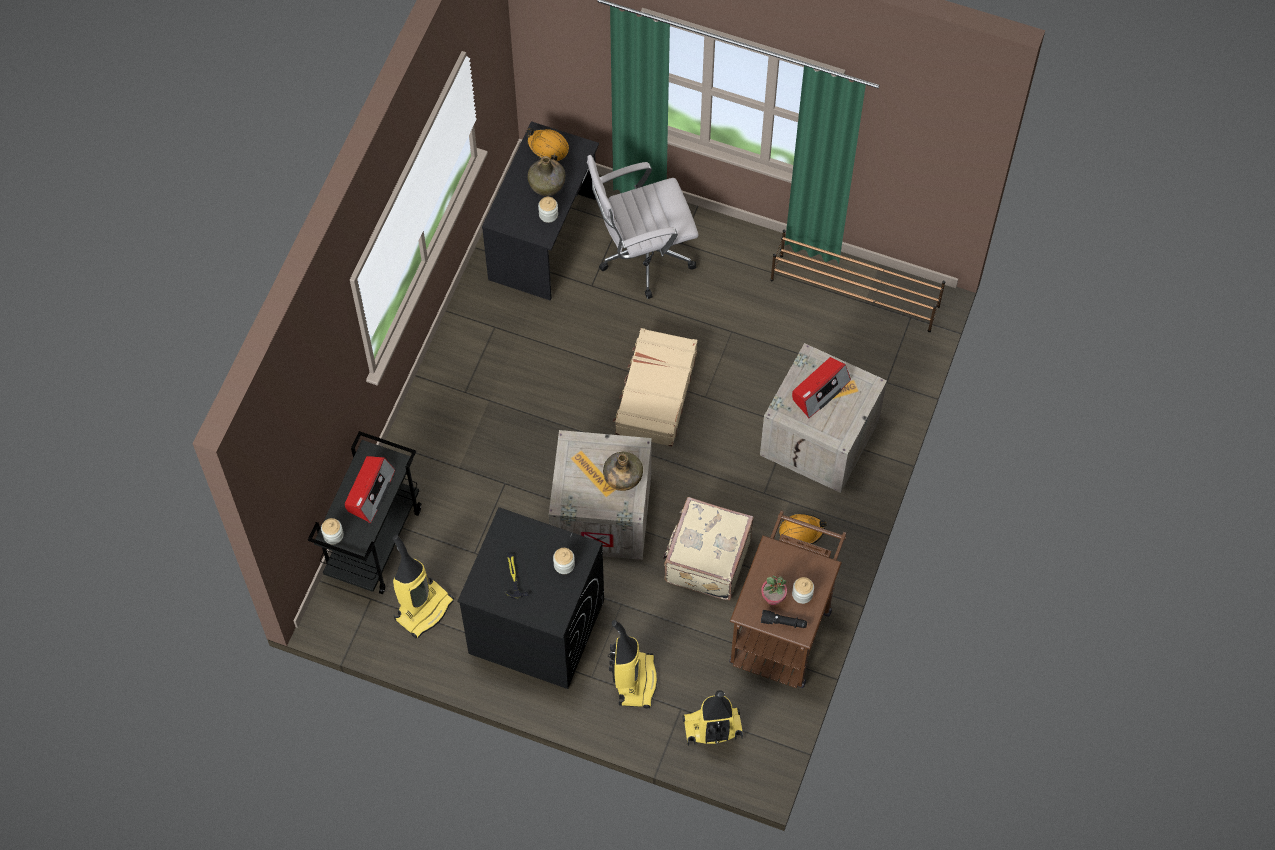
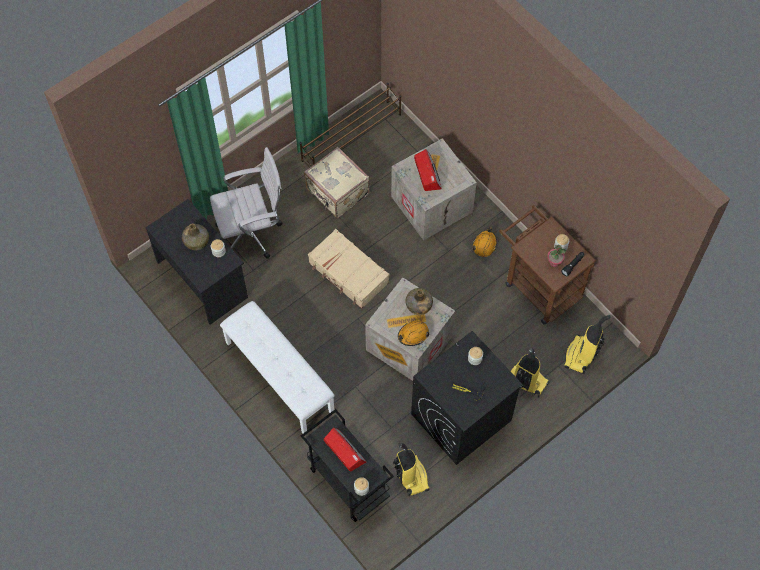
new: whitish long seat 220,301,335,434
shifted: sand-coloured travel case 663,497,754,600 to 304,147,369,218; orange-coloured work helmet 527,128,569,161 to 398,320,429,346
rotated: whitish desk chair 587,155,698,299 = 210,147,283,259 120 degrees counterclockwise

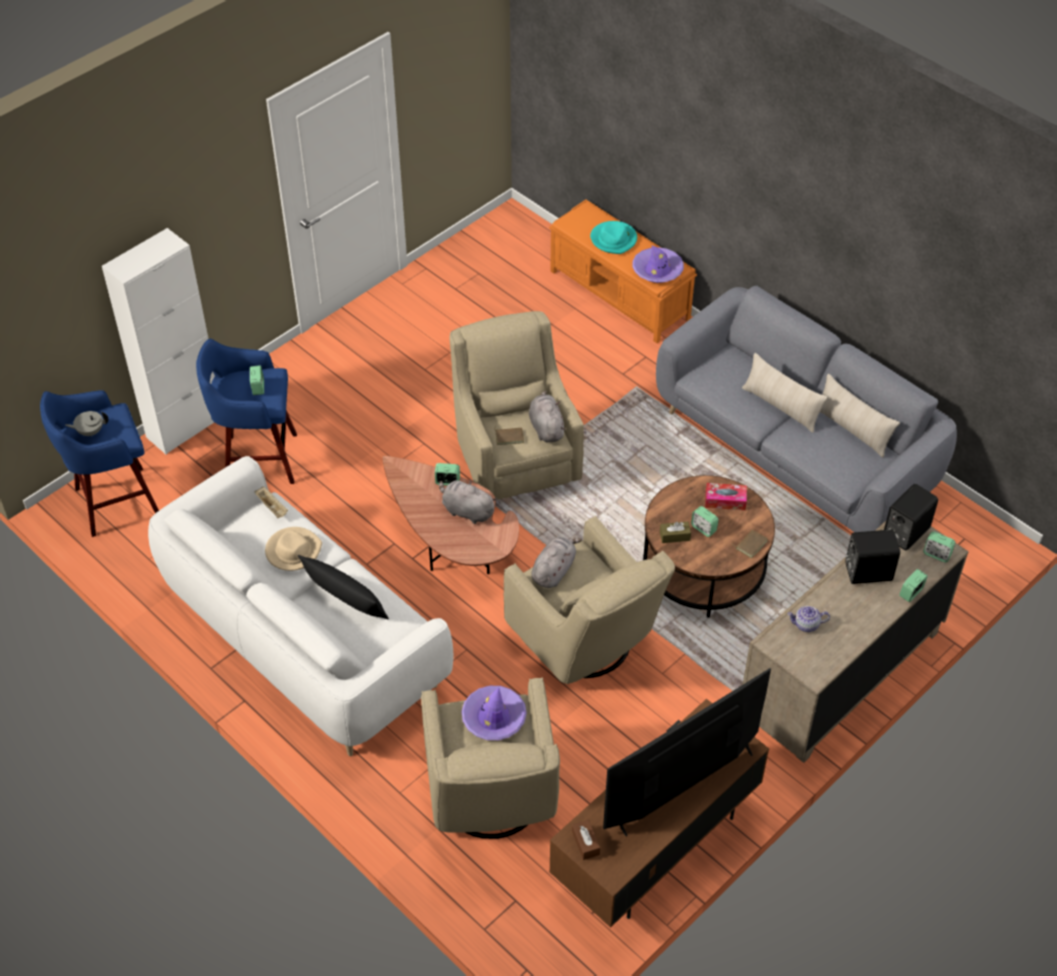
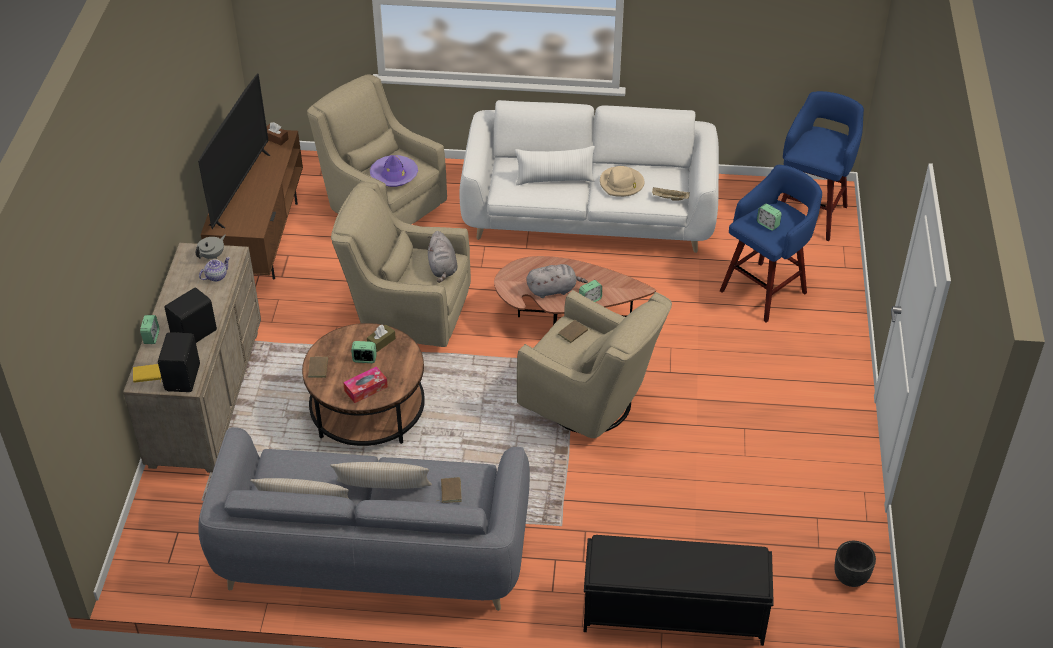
gone: whitish cupboard 102,228,215,455; gray soft toy 529,391,566,442; turquoise-coloured wearable hat 590,221,637,254; purple wearable hat 632,246,684,283
new: brown volume 441,477,462,503; black-coloured planter 834,541,876,587
shifted: gray pot for tea 65,411,108,437 to 196,235,225,259
swapped: alarm clock 923,531,955,562 to yellowish volume 133,364,162,383
repainted: black-coloured pillow 298,555,389,619 to whitish pillow 515,146,595,185; orange-coloured long seat 549,199,697,343 to black-coloured long seat 584,535,774,646

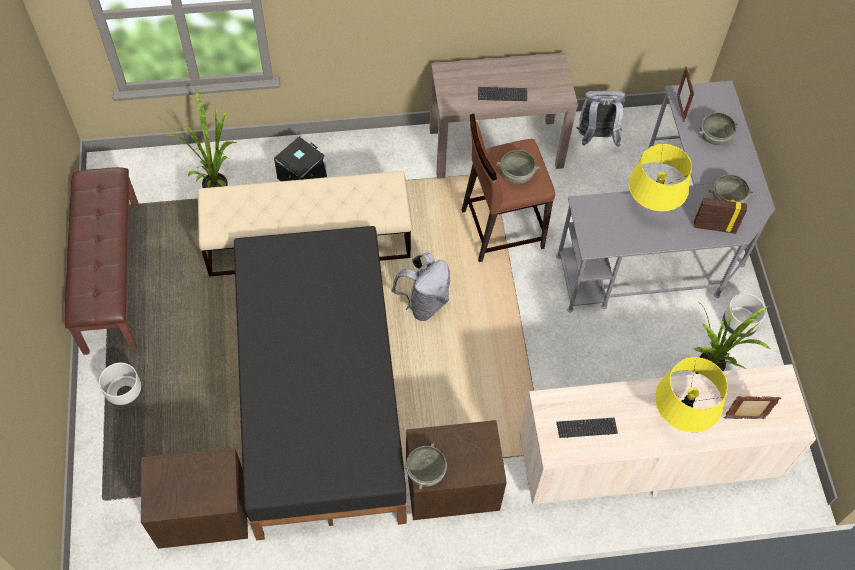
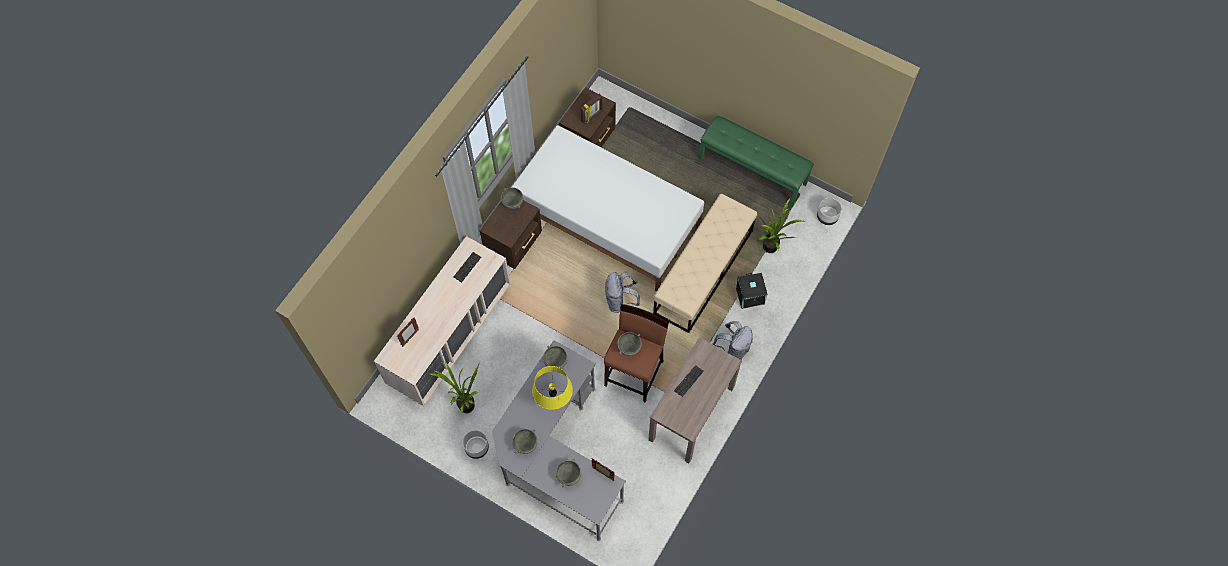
gone: yellowish table lamp 655,357,728,432
new: gray bowl 543,346,568,370
shifted: photo frame 693,198,747,234 to 581,93,603,124; gray rucksack 577,90,625,147 to 713,321,753,360; gray planter 99,363,143,408 to 817,198,842,225
repainted: black-coloured bedroom bed 234,226,407,540 to whitish bedroom bed 511,125,704,291; brown long seat 65,167,139,355 to green-coloured long seat 699,116,814,207

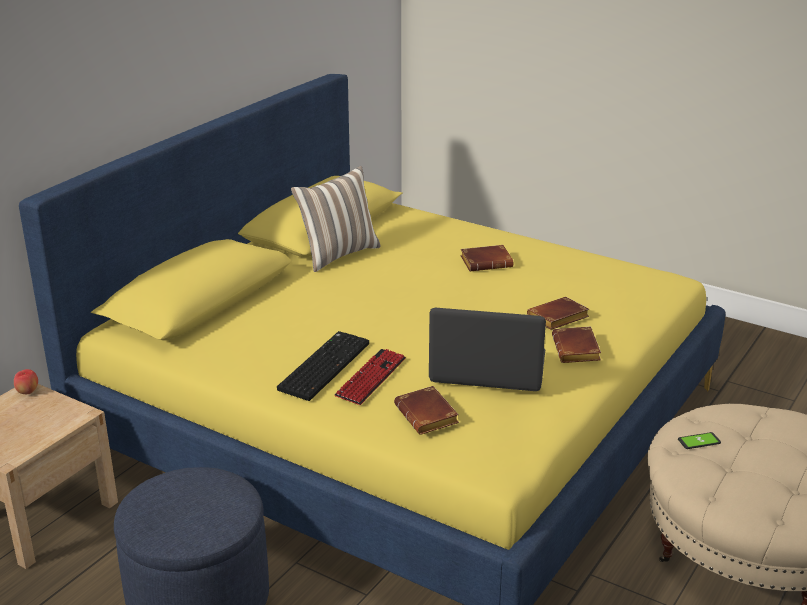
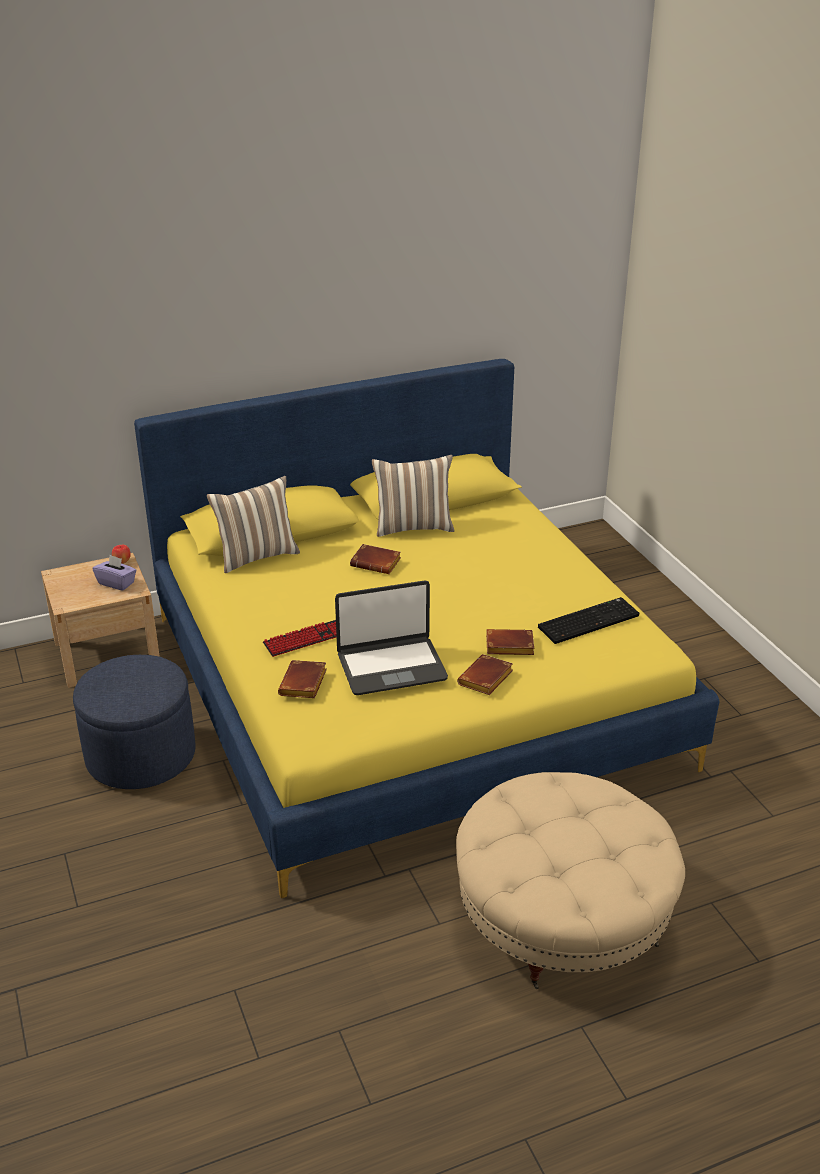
gone: phone 678,432,721,449
new: purple tissue box 92,555,137,591; pillow 207,476,300,573
shifted: brown volume 461,245,513,271 to 350,544,401,574; PC keyboard 277,331,369,401 to 538,597,639,644
rotated: laptop 429,308,546,391 = 335,580,448,695 120 degrees clockwise

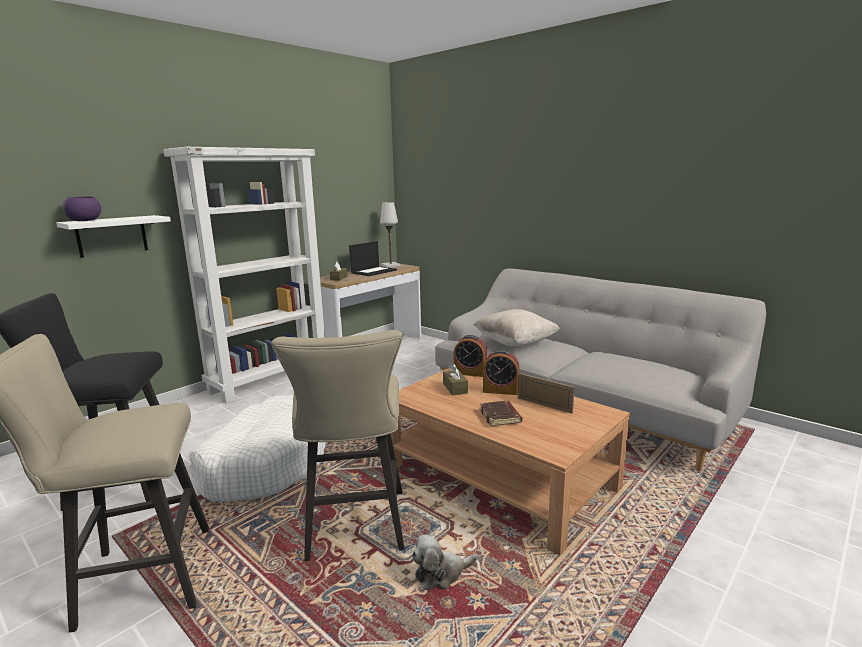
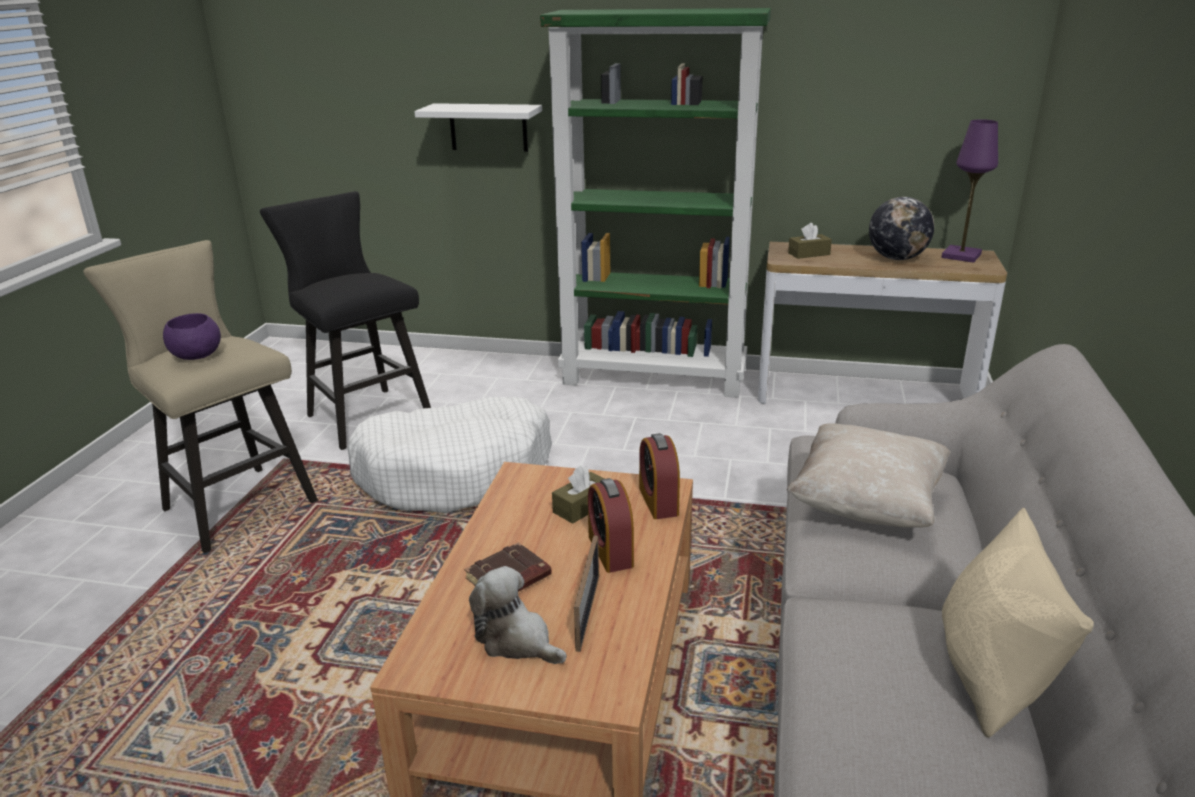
gone: sand-coloured stool 271,330,404,561
new: sand-coloured pillow 942,508,1094,738
shifted: purple bowl 63,197,101,221 to 163,313,221,360; soft toy 412,535,477,590 to 469,566,567,664
swapped: laptop 349,241,397,276 to world globe 869,197,934,260
repainted: whitish shelving unit 163,147,325,404 to green-coloured shelving unit 540,8,771,398; whitish table lamp 380,202,401,268 to purple table lamp 942,119,998,263

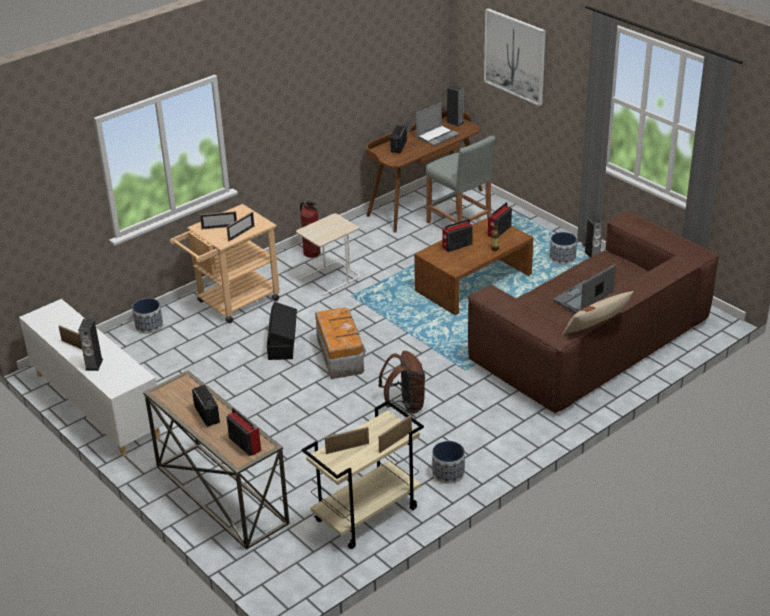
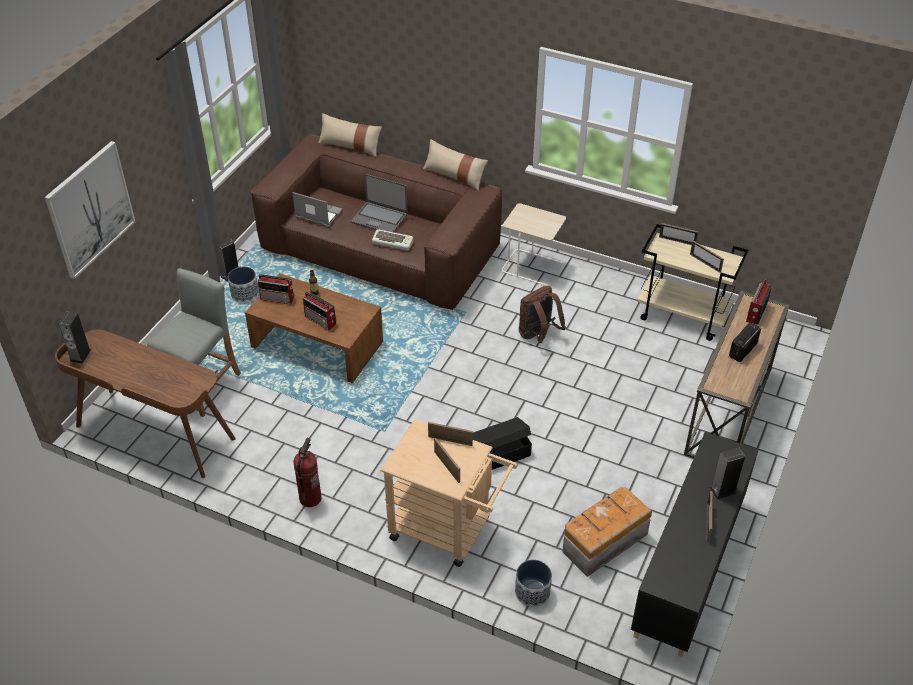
gone: radio 390,125,407,153; planter 432,441,465,484
new: sand-coloured pillow 318,113,382,157; PC keyboard 372,229,413,251
shifted: laptop 416,102,459,146 to 292,192,343,226; sand-coloured accent table 296,213,360,296 to 502,203,566,286; storage box 315,307,366,379 to 562,487,652,577
repainted: whitish cupboard 19,299,163,457 to black-coloured cupboard 631,432,758,657

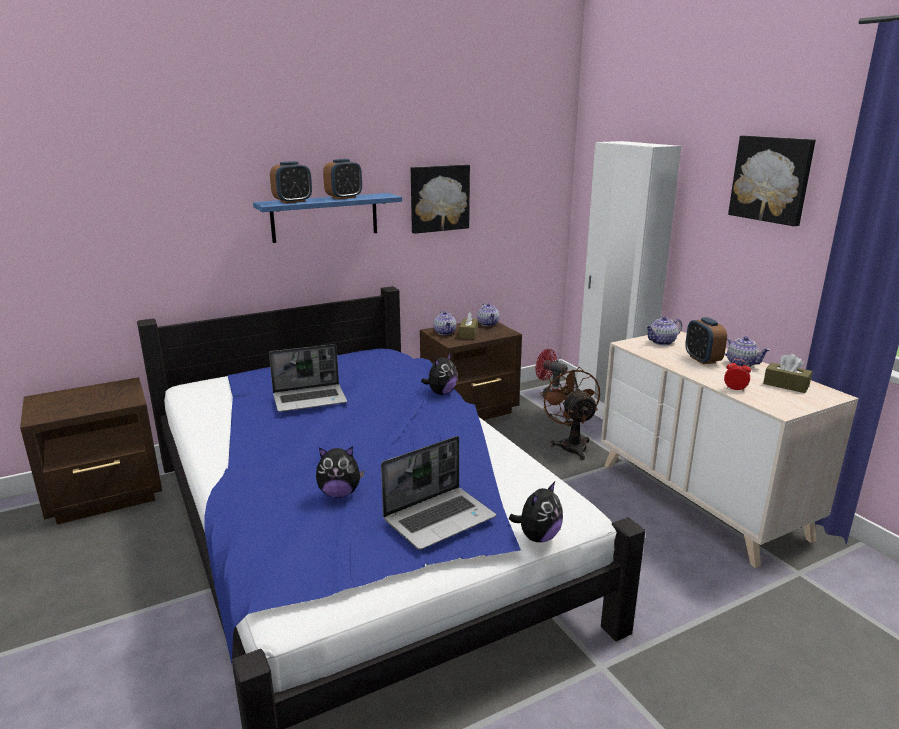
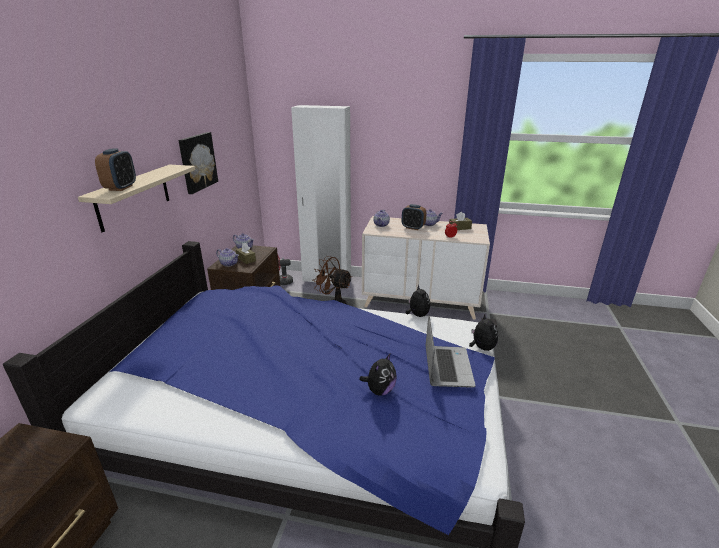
gone: laptop 269,344,348,412; alarm clock 323,159,362,199; wall picture 728,136,816,226
shifted: soft toy 421,353,458,395 to 406,285,430,317
repainted: bluish wall shelf 253,193,402,243 to sand-coloured wall shelf 78,165,196,232

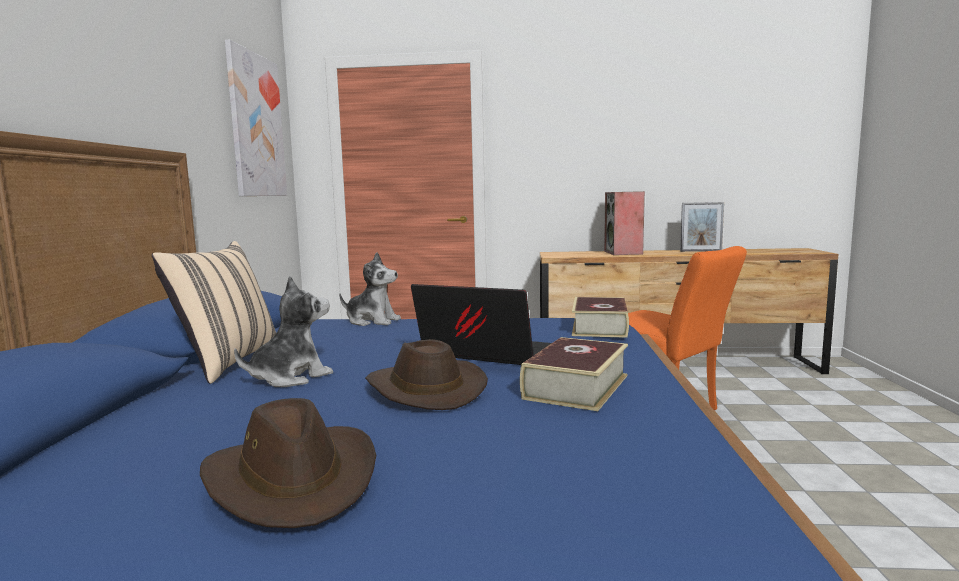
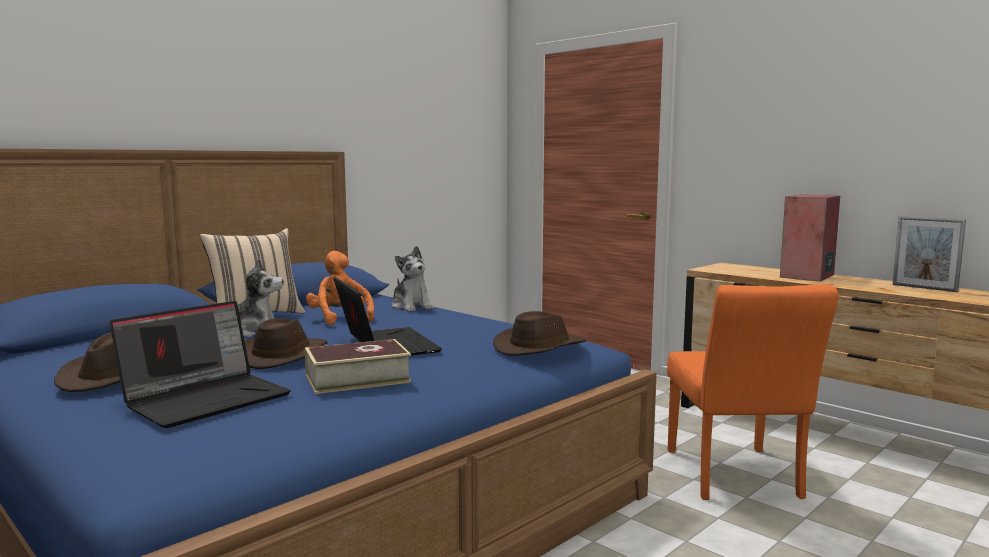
gone: wall picture 225,40,287,196
new: laptop 109,301,291,428; orange-coloured soft toy 306,251,374,325
swapped: volume 572,297,629,338 to brown wearable hat 493,311,586,356

